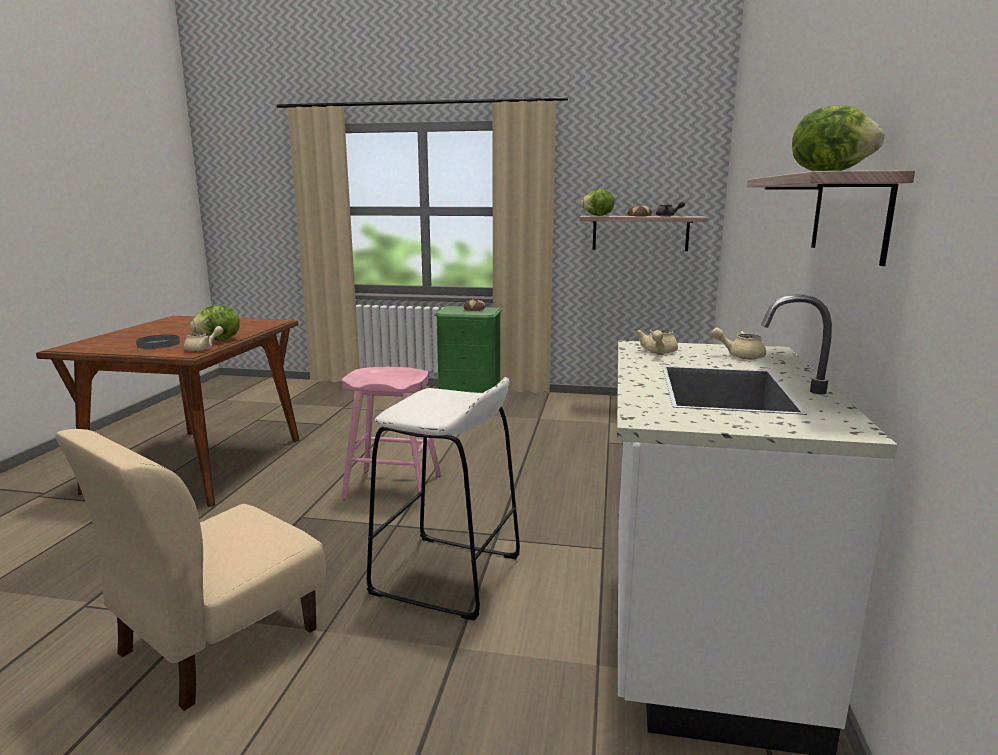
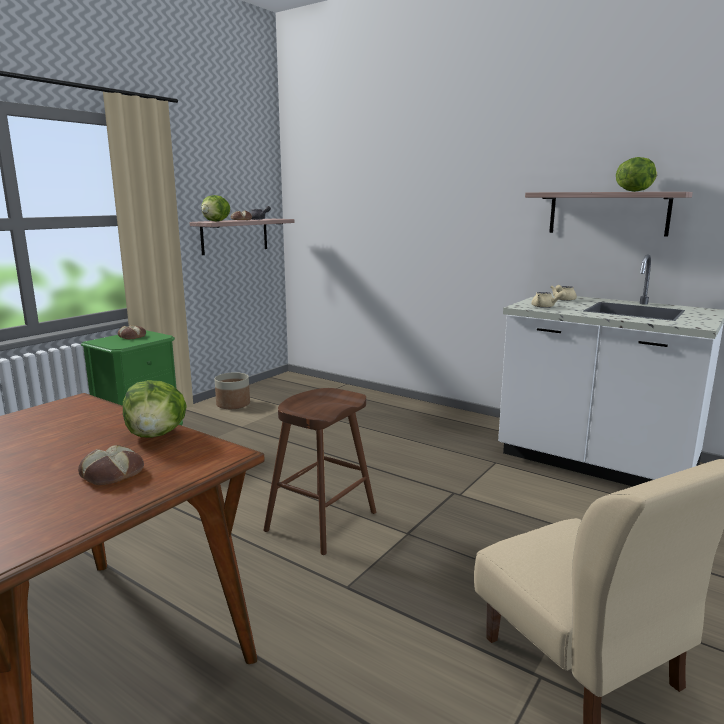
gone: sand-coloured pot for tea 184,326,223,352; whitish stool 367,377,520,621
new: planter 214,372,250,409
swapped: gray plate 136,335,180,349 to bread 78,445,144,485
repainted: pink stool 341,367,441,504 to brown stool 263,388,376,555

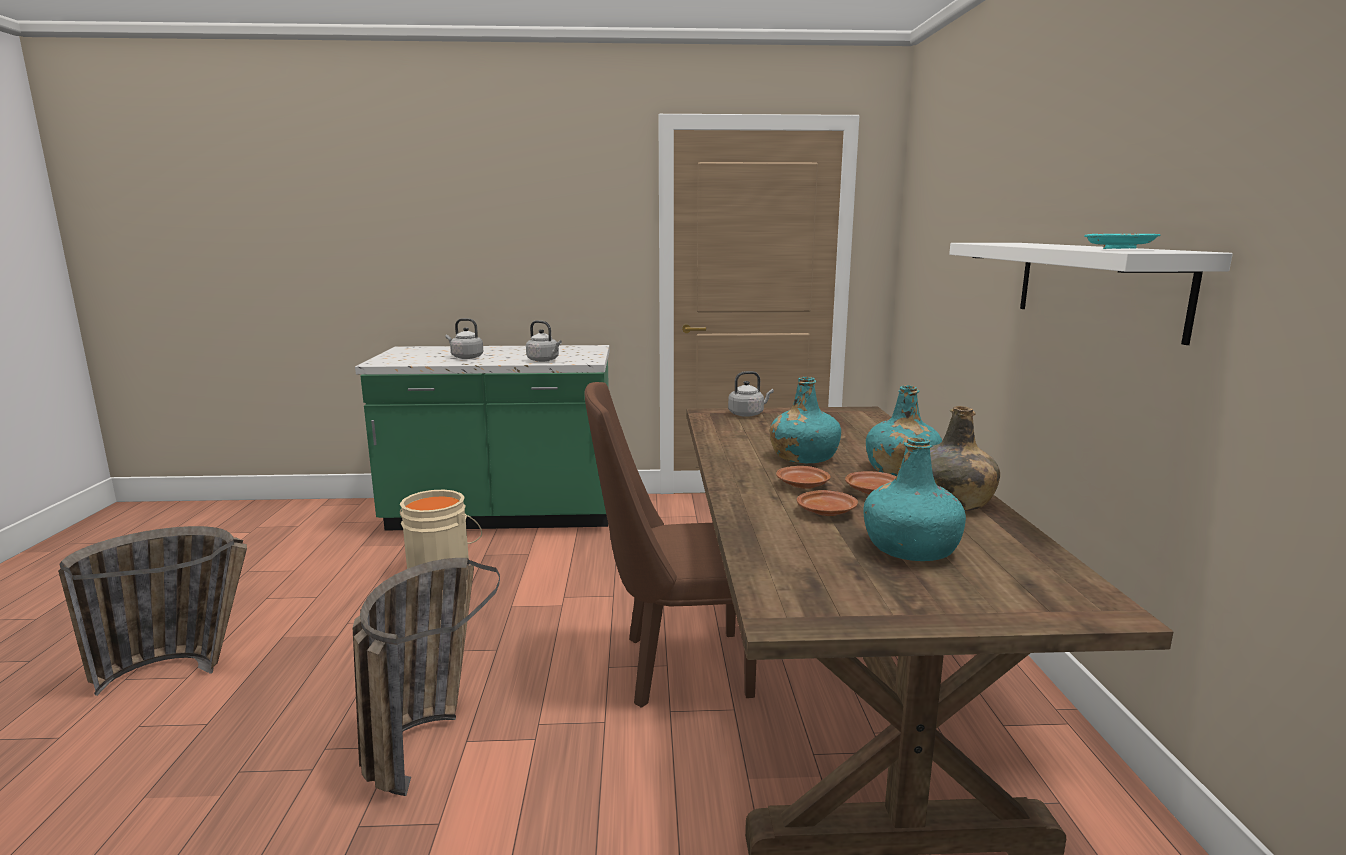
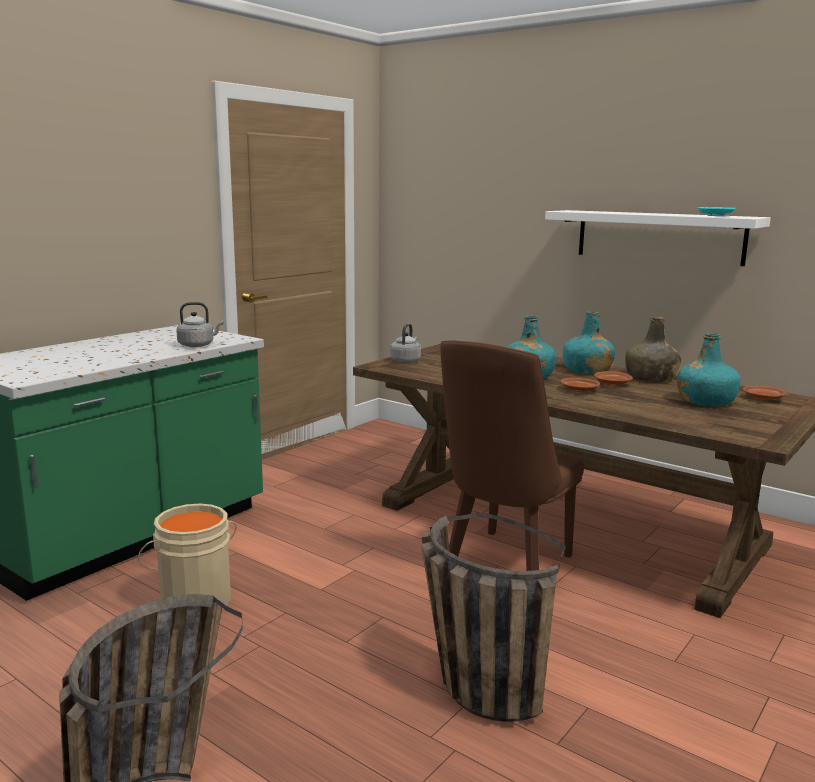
gone: gray water kettle 445,318,483,359
shifted: brown plate 797,490,858,516 to 743,385,787,401

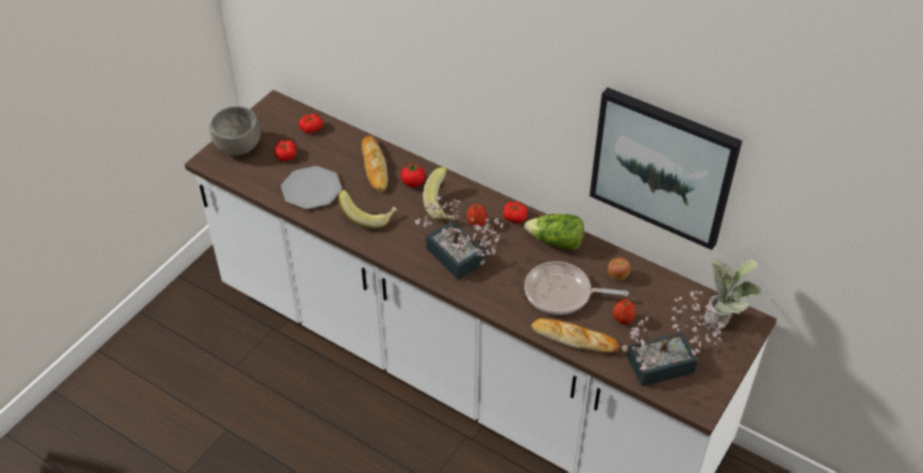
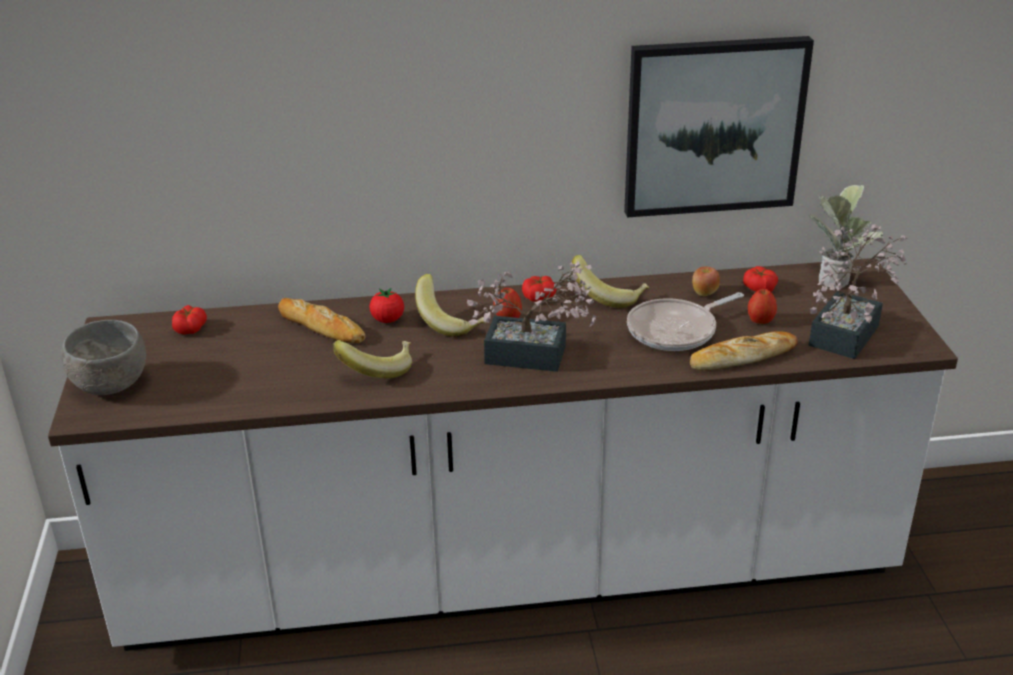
gone: plate 281,166,342,209
shifted: whole tomato 275,140,296,161 to 743,266,778,292
swapped: head of lettuce 524,214,584,251 to whole banana 571,255,649,308

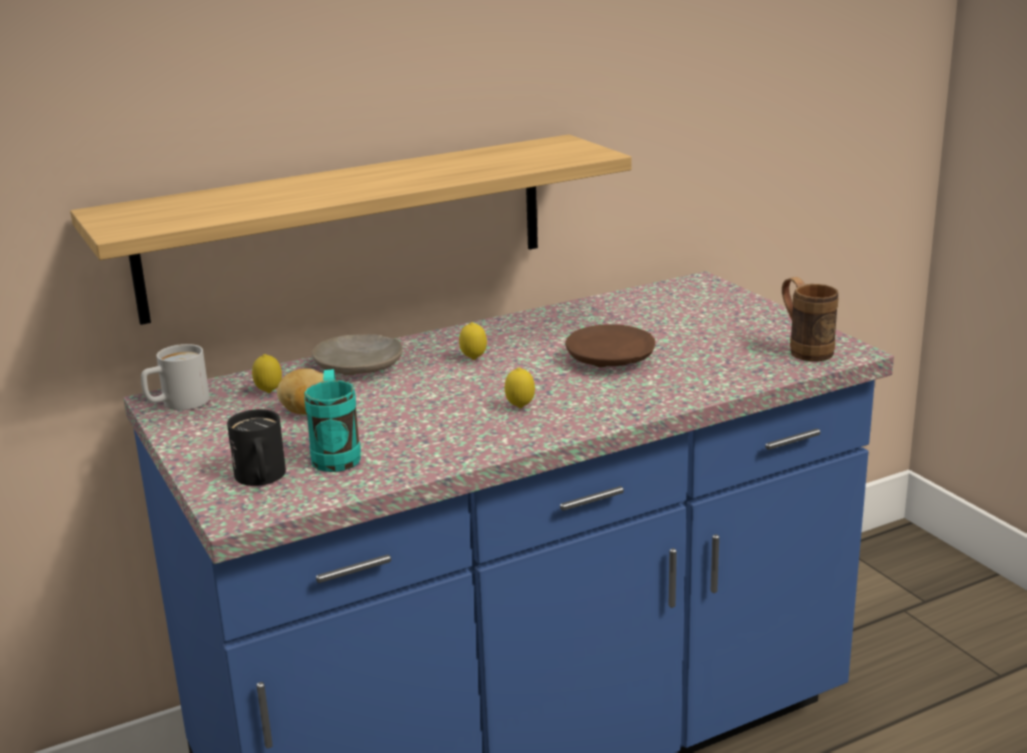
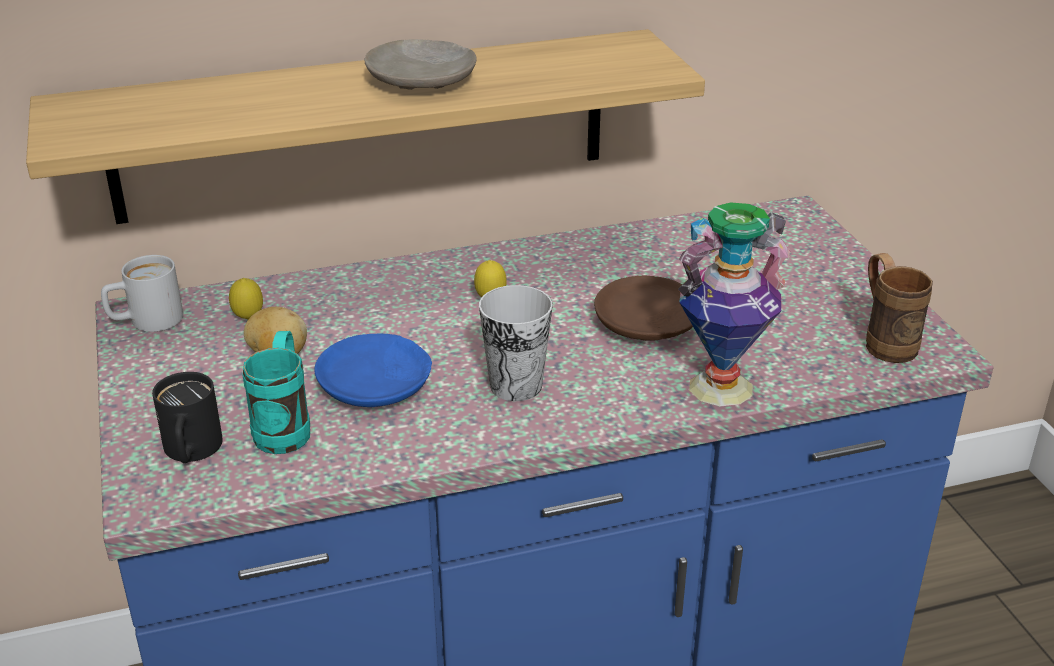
new: bluish plate 314,334,432,407; decorative vase 678,202,790,406
shifted: sand-coloured plate 312,334,403,375 to 364,39,477,90
swapped: lemon 505,368,535,408 to small cup 479,285,553,401

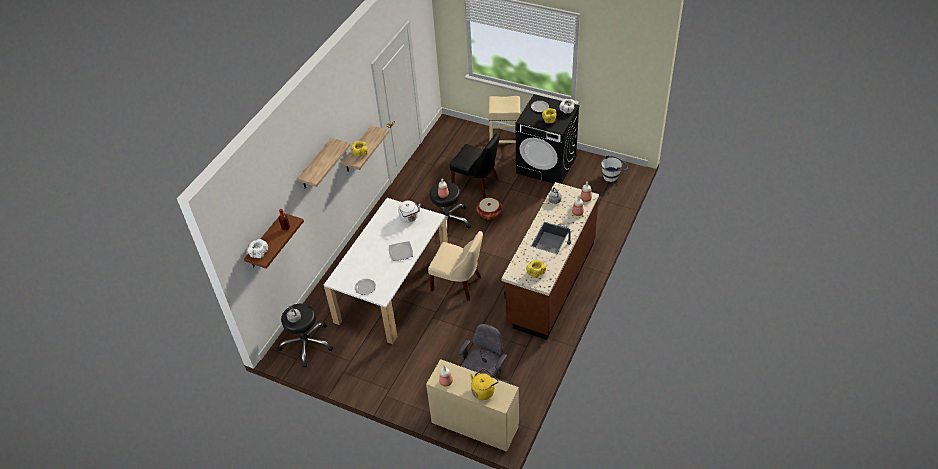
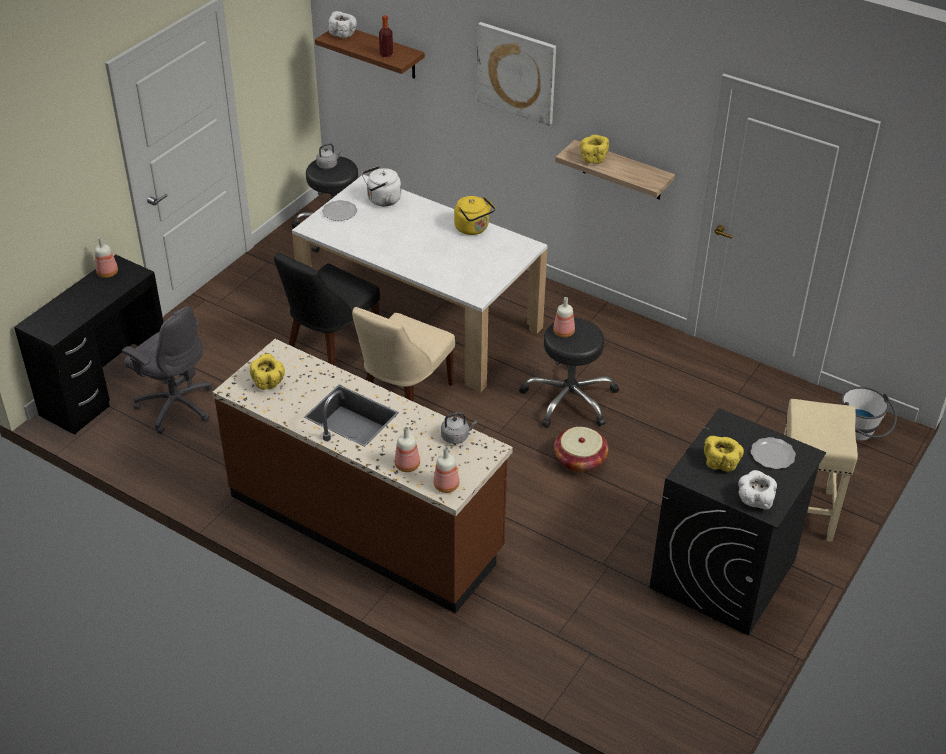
gone: plate 389,241,413,261
shifted: black-coloured chair 450,132,500,197 to 274,252,380,366; whitish water kettle 398,201,421,223 to 362,166,401,206; yellowish water kettle 470,368,499,400 to 454,196,495,235; whitish pail 601,155,628,182 to 841,387,897,440
swapped: wall shelf 297,138,350,188 to wall picture 477,22,556,126
repainted: sand-coloured desk unit 426,359,519,452 to black-coloured desk unit 14,255,164,435

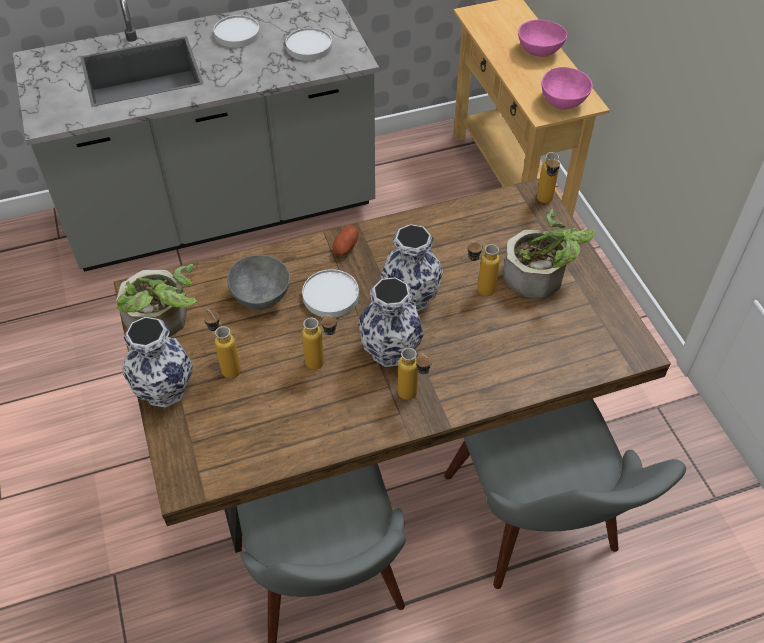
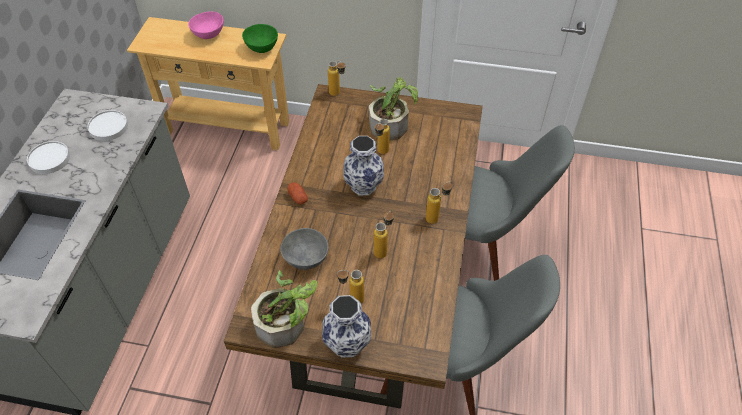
gone: whitish plate 302,269,359,317; decorative vase 358,277,423,367
repainted: pink bowl 541,67,593,109 to green-coloured bowl 242,24,278,53

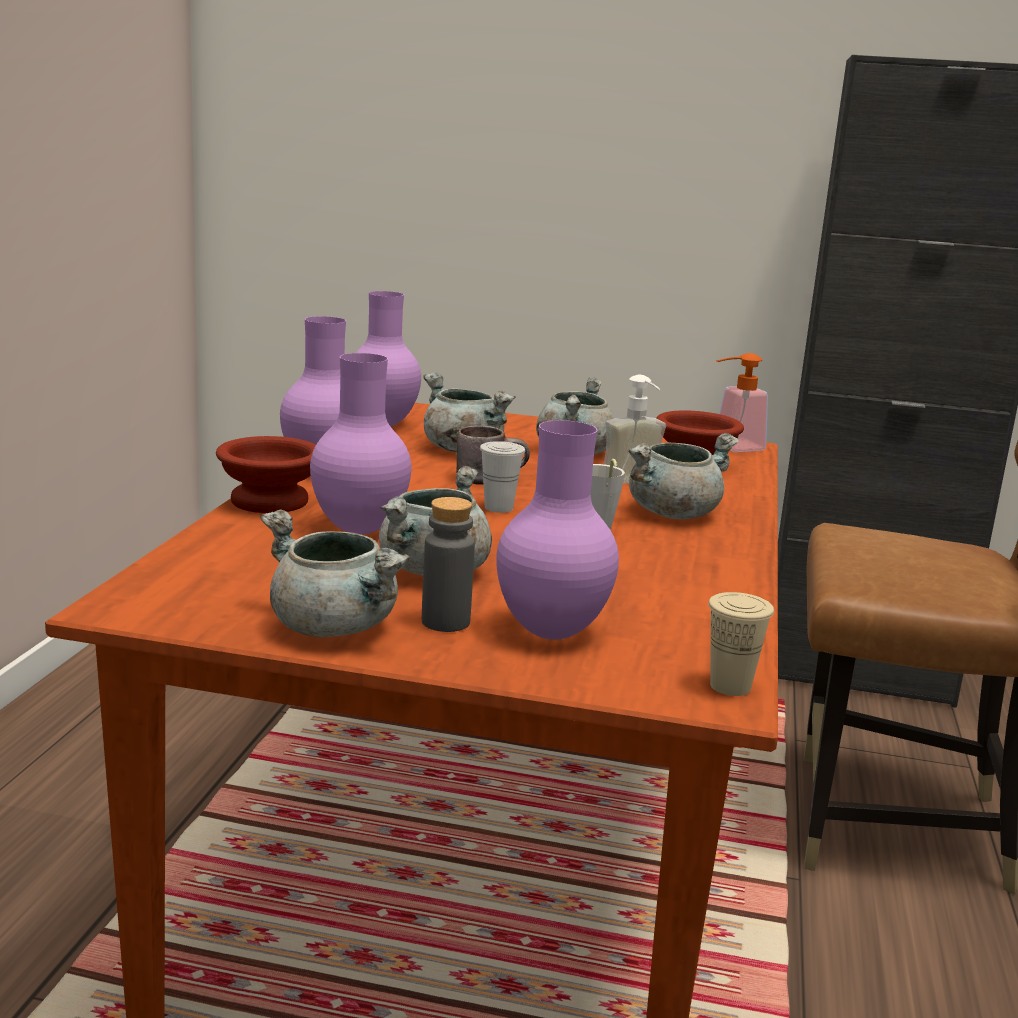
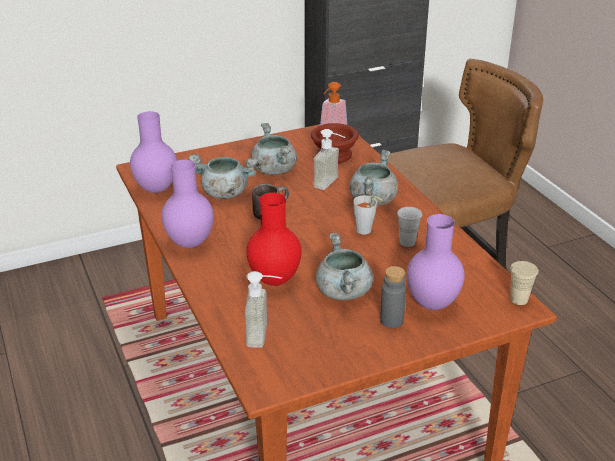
gone: brown bowl 216,436,316,513; gray saucepot 260,509,410,638
new: soap bottle 245,271,282,348
shifted: whitish small cup 480,441,525,513 to 397,207,422,247
repainted: purple decorative vase 310,353,411,535 to red-coloured decorative vase 246,193,302,286

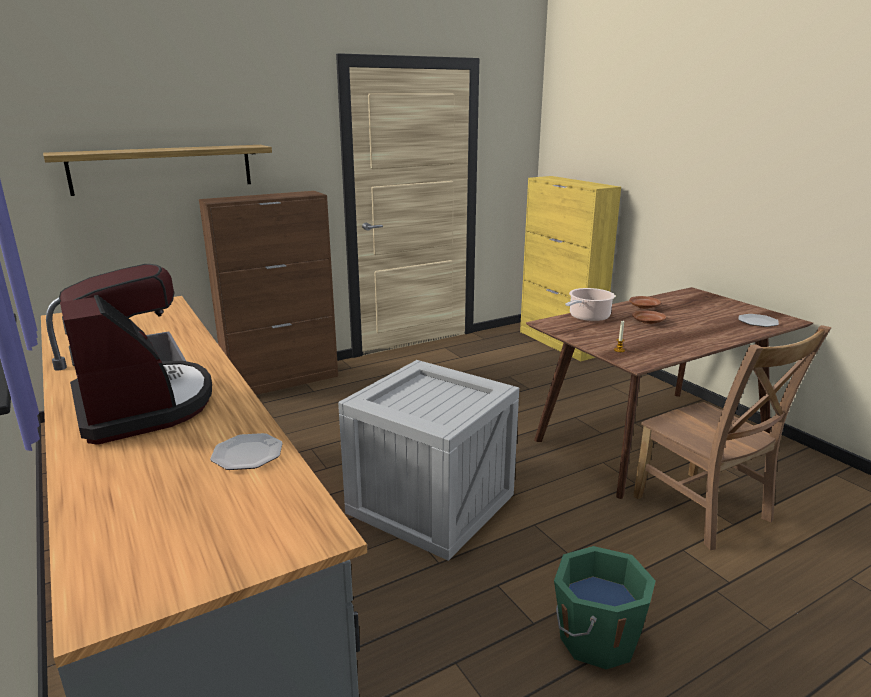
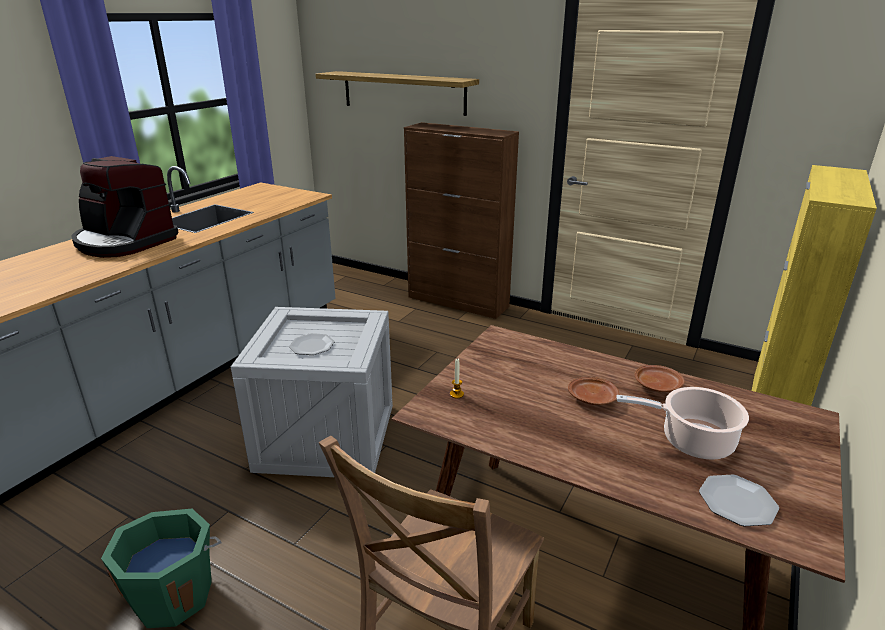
shifted: plate 210,433,283,470 to 289,333,334,355; saucepot 565,288,615,322 to 616,387,749,460
rotated: coffee machine 59,264,212,445 = 71,156,178,258 90 degrees clockwise

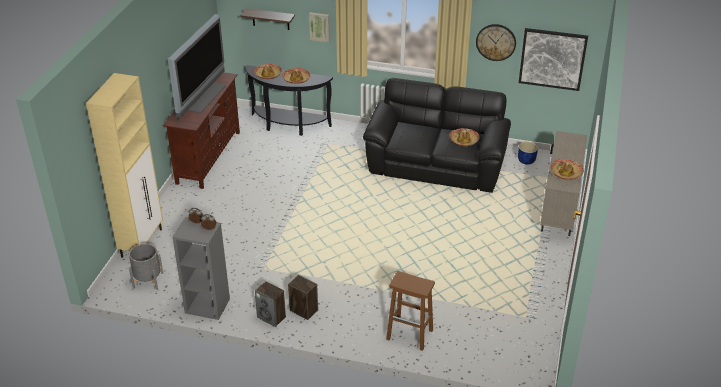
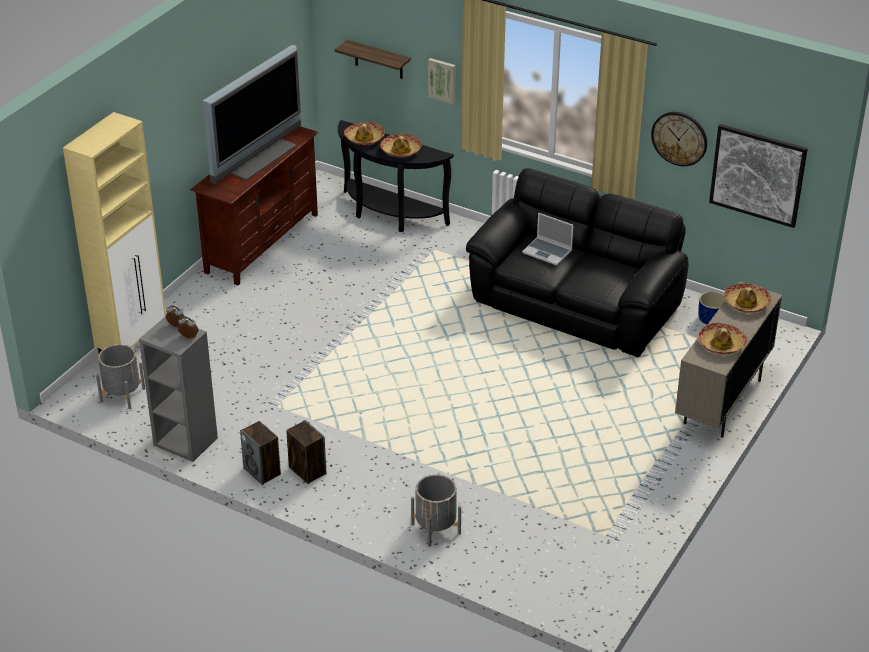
new: laptop 522,213,573,265
shifted: wearable hat 449,128,480,146 to 724,283,772,313
swapped: brown stool 386,271,435,351 to gray planter 411,474,461,547

